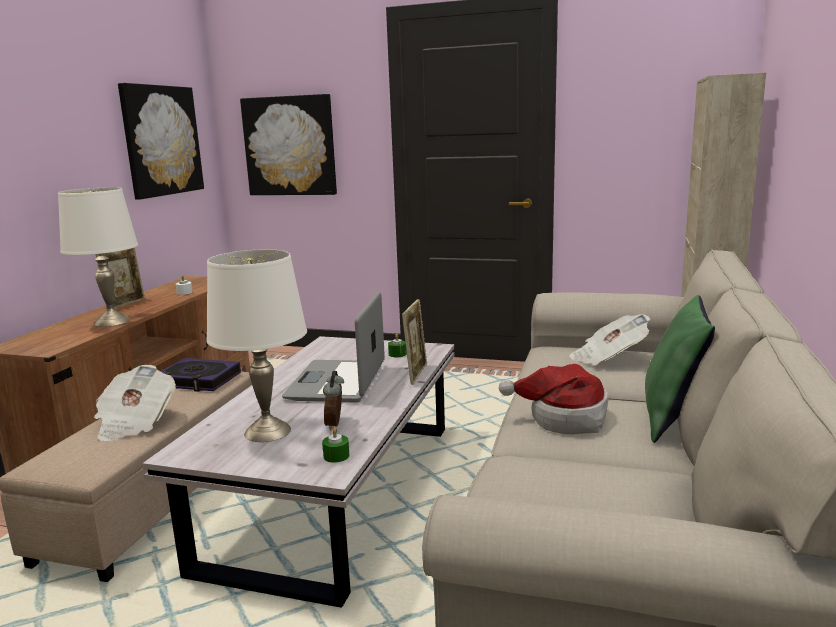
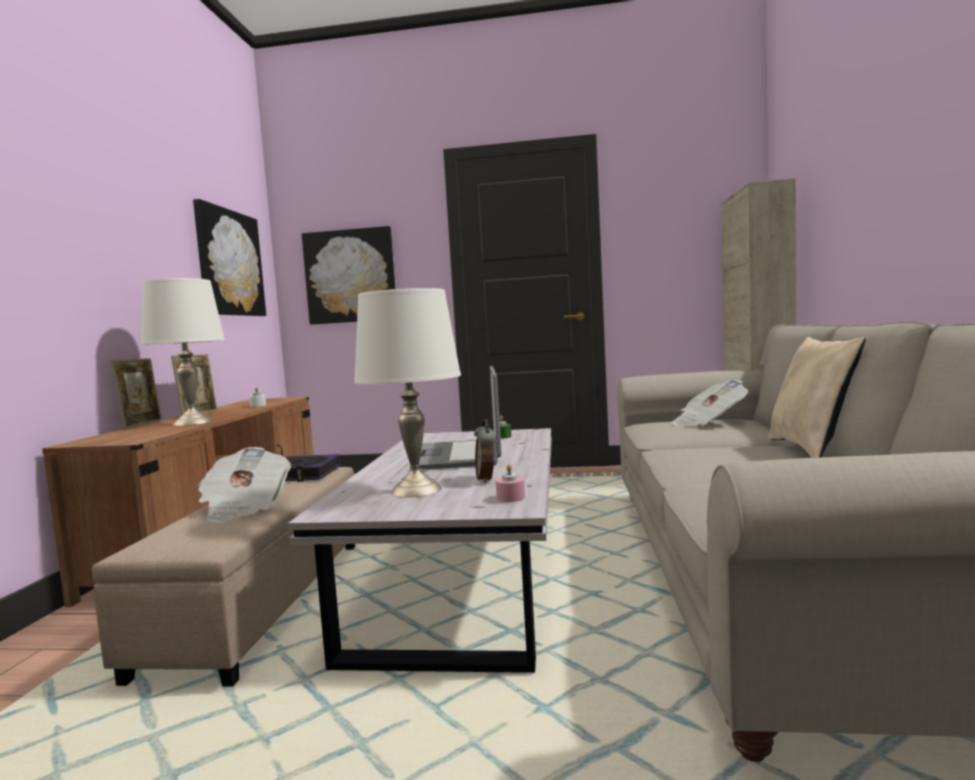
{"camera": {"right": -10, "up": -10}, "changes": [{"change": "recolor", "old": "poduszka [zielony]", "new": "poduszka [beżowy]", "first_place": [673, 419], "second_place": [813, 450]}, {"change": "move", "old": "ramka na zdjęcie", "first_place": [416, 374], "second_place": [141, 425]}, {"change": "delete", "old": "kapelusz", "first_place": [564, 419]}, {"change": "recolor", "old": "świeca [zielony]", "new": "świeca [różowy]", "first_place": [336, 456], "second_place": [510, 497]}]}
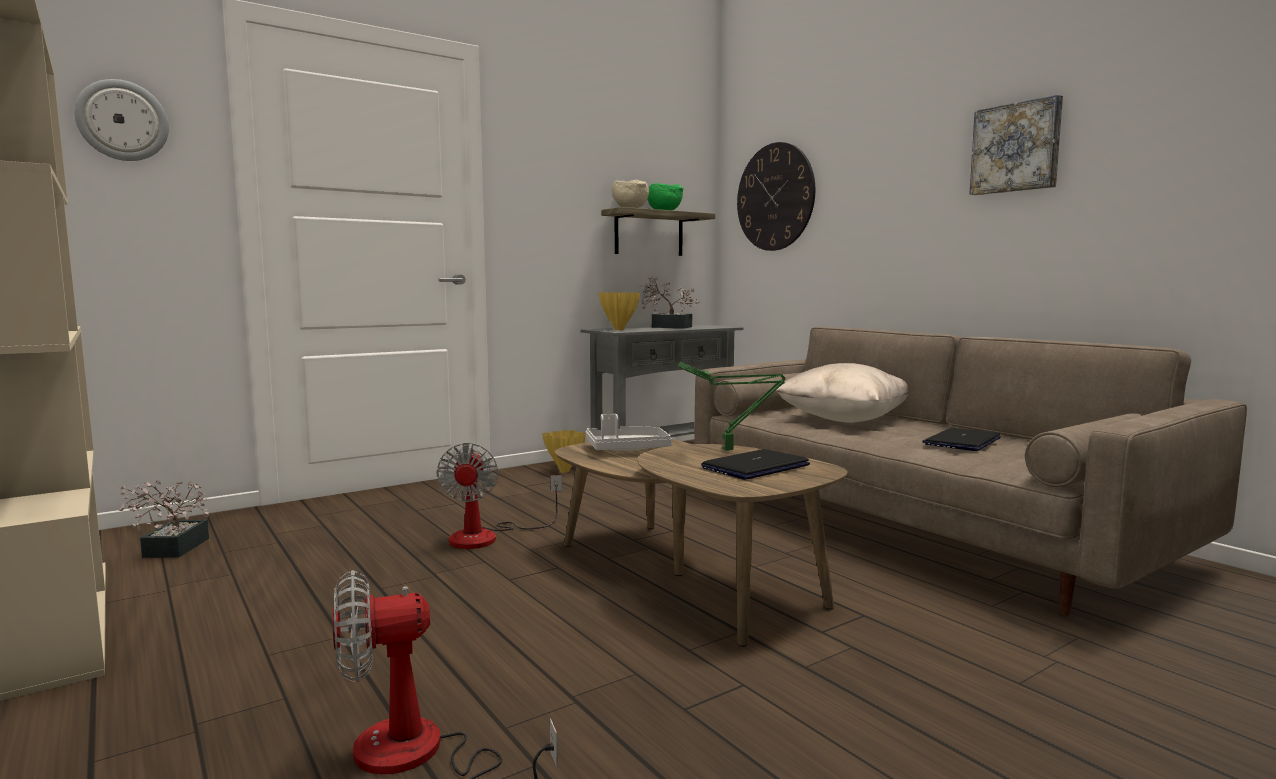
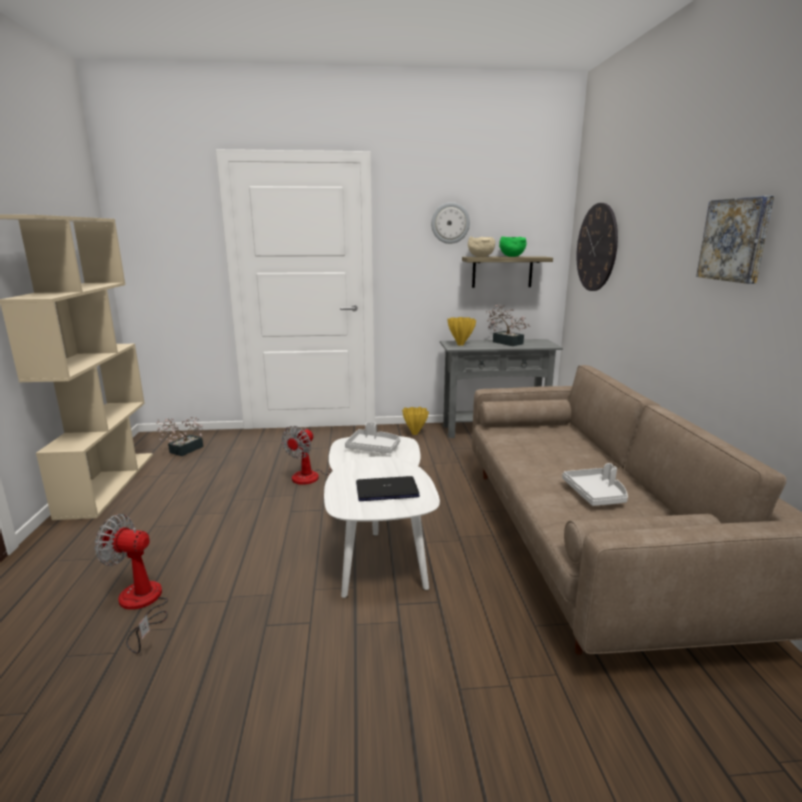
{"camera": {"right": 30, "up": 10}, "changes": [{"change": "move", "old": "zegar ścienny", "first_place": [122, 121], "second_place": [450, 223]}, {"change": "delete", "old": "lampa stołowa [zielony]", "first_place": [731, 450]}, {"change": "delete", "old": "poduszka [beżowy]", "first_place": [844, 420]}, {"change": "replace", "old": "laptop", "new": "taca [szary]", "first_place": [962, 441], "second_place": [596, 494]}, {"change": "recolor", "old": "ława [brązowy]", "new": "ława [biały]", "first_place": [685, 575], "second_place": [378, 536]}]}
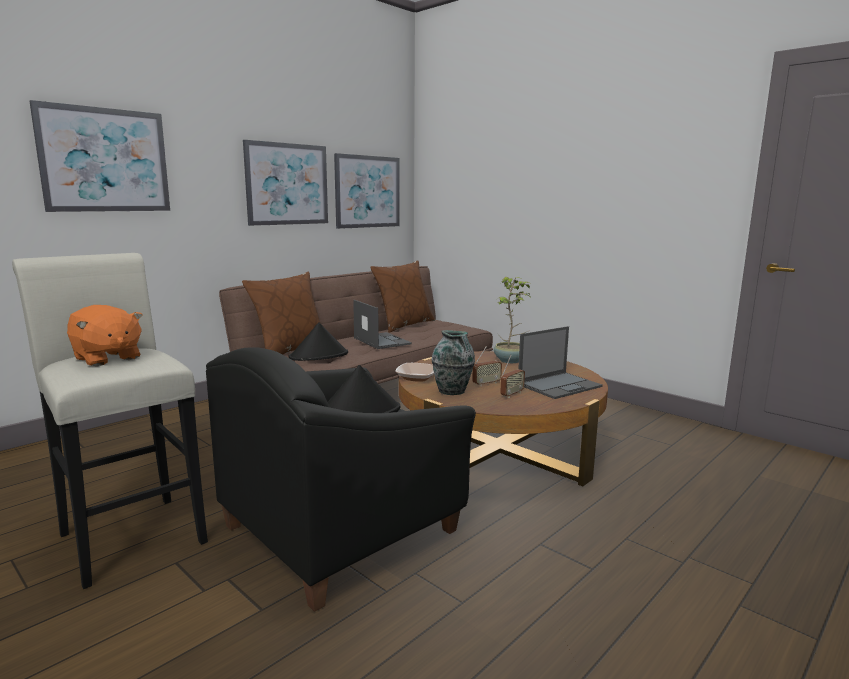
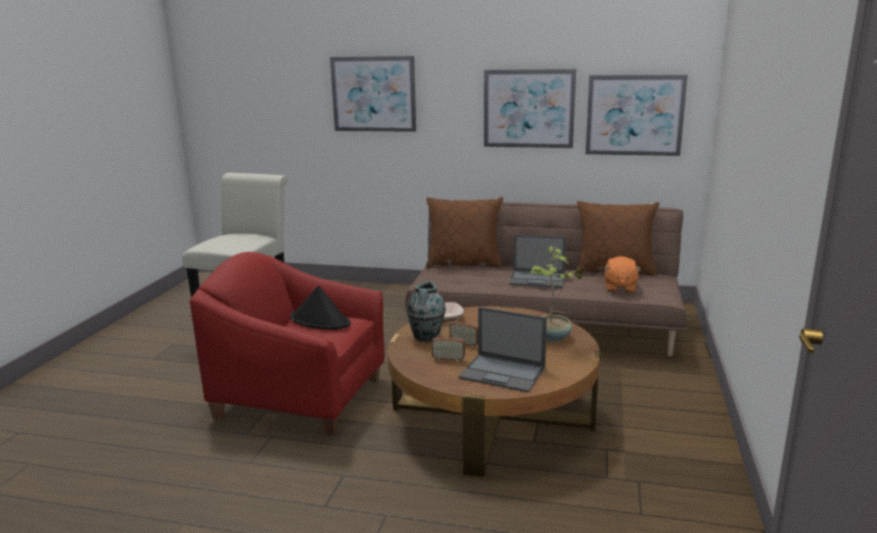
{"camera": {"right": 60, "up": 5}, "changes": [{"change": "rotate", "old": "laptop", "first_place": [381, 341], "second_place": [538, 279], "degrees": 75}, {"change": "move", "old": "pluszak [pomarańczowy]", "first_place": [106, 358], "second_place": [619, 288]}, {"change": "delete", "old": "kapelusz [czarny]", "first_place": [319, 356]}, {"change": "recolor", "old": "fotel [czarny]", "new": "fotel [czerwony]", "first_place": [343, 530], "second_place": [301, 397]}]}
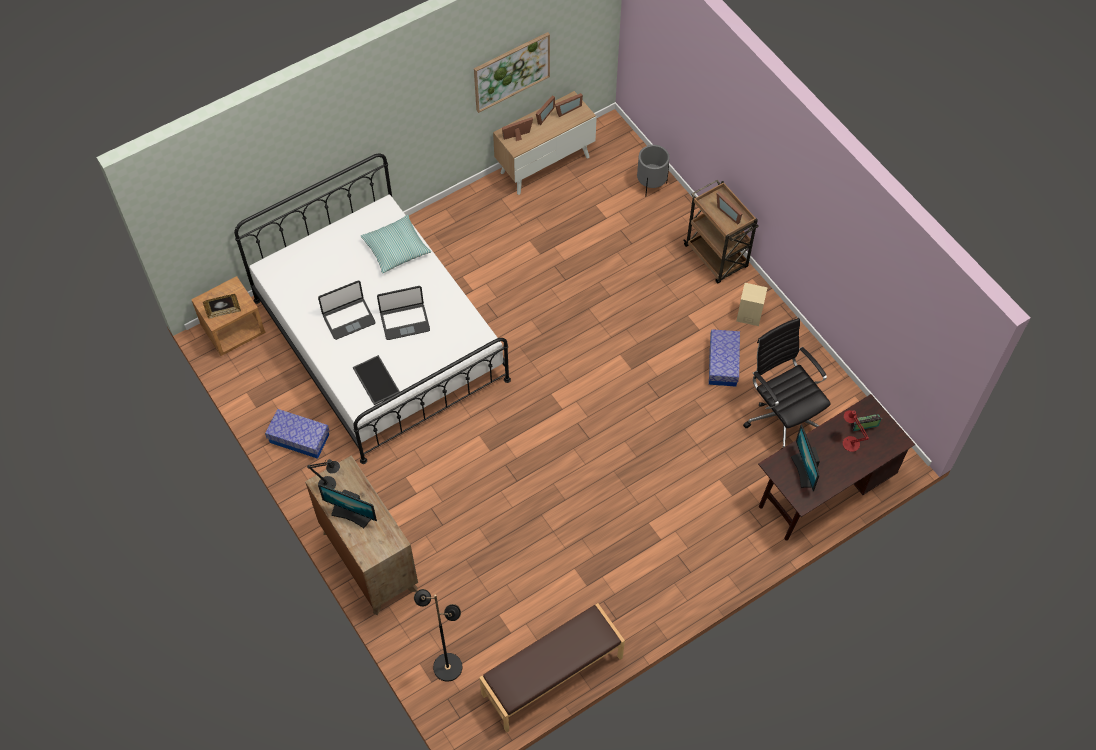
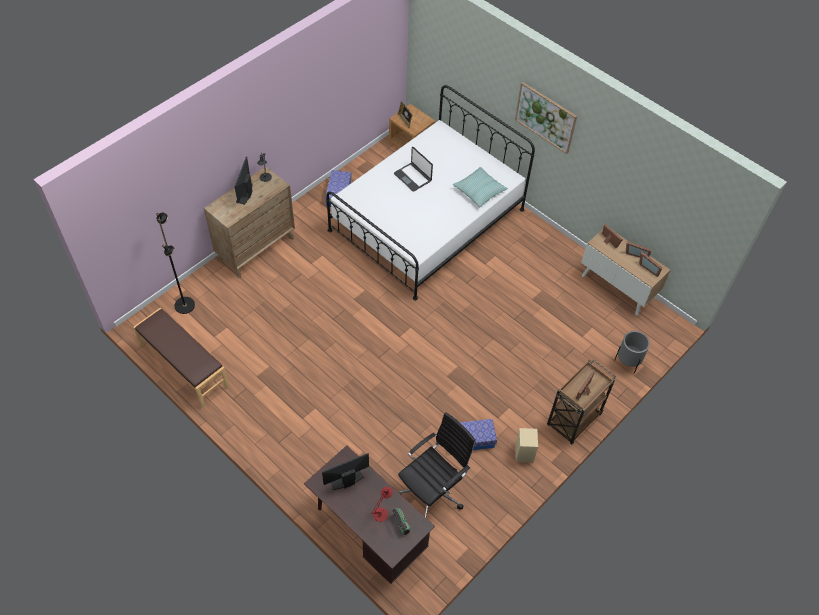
{"camera": {"right": 75, "up": -5}, "changes": [{"change": "move", "old": "obraz", "first_place": [511, 71], "second_place": [546, 117]}, {"change": "delete", "old": "laptop", "first_place": [405, 321]}, {"change": "delete", "old": "taca", "first_place": [375, 380]}]}
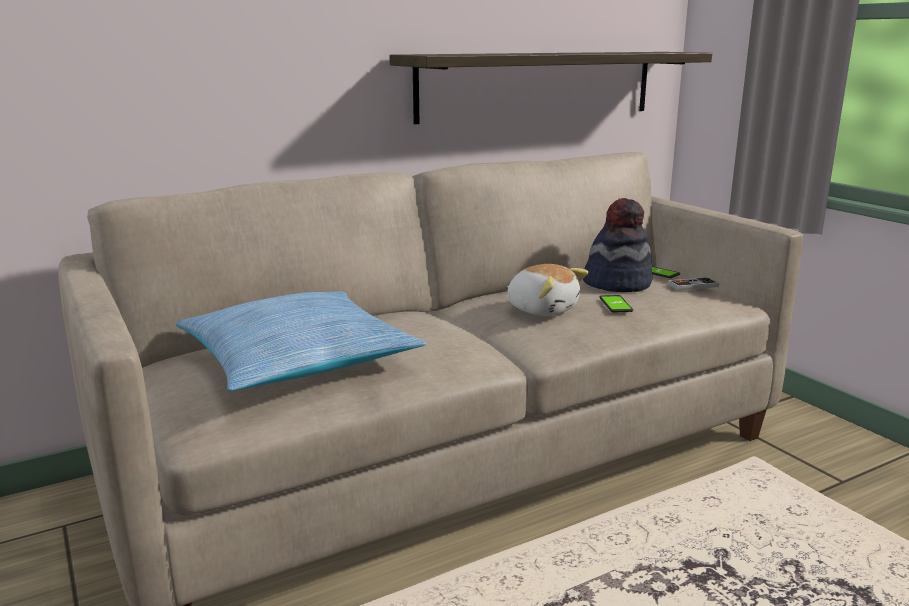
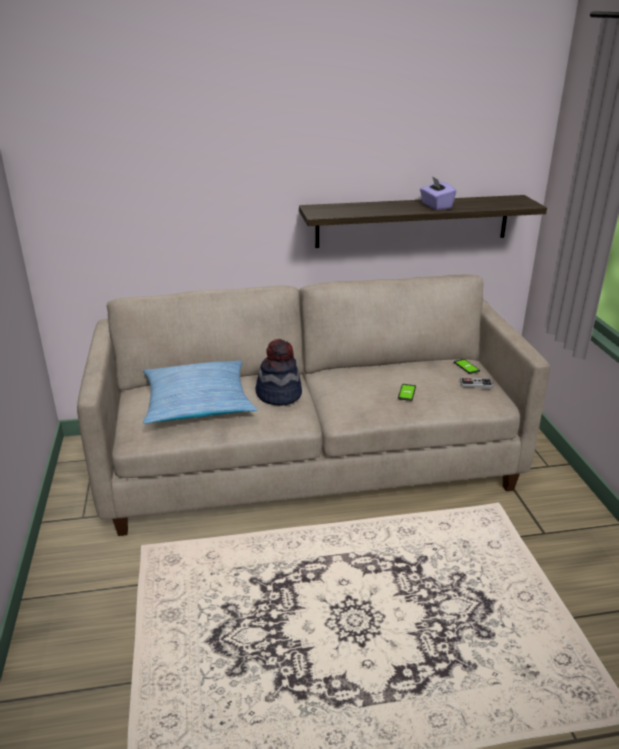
{"camera": {"right": 20, "up": 10}, "changes": [{"change": "move", "old": "kapelusz", "first_place": [617, 283], "second_place": [279, 394]}, {"change": "delete", "old": "pluszak", "first_place": [542, 309]}, {"change": "insert", "new": "pudełko chusteczek [fioletowy]", "second_place": [436, 206]}]}
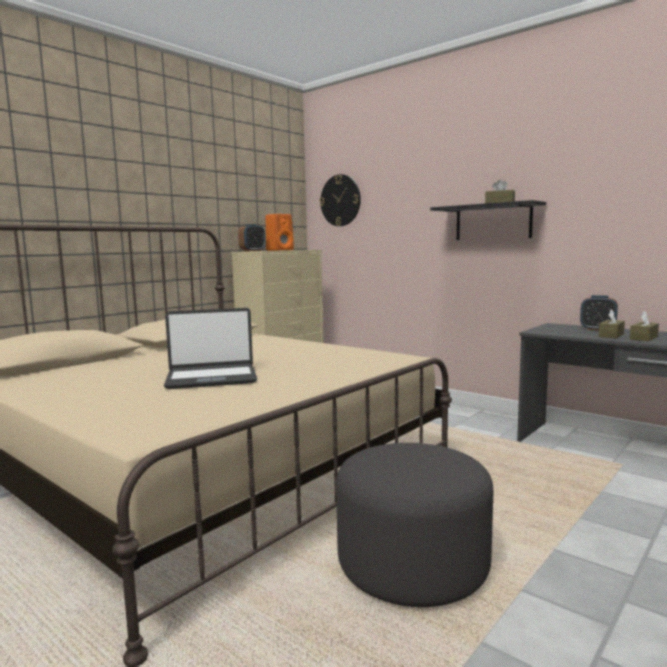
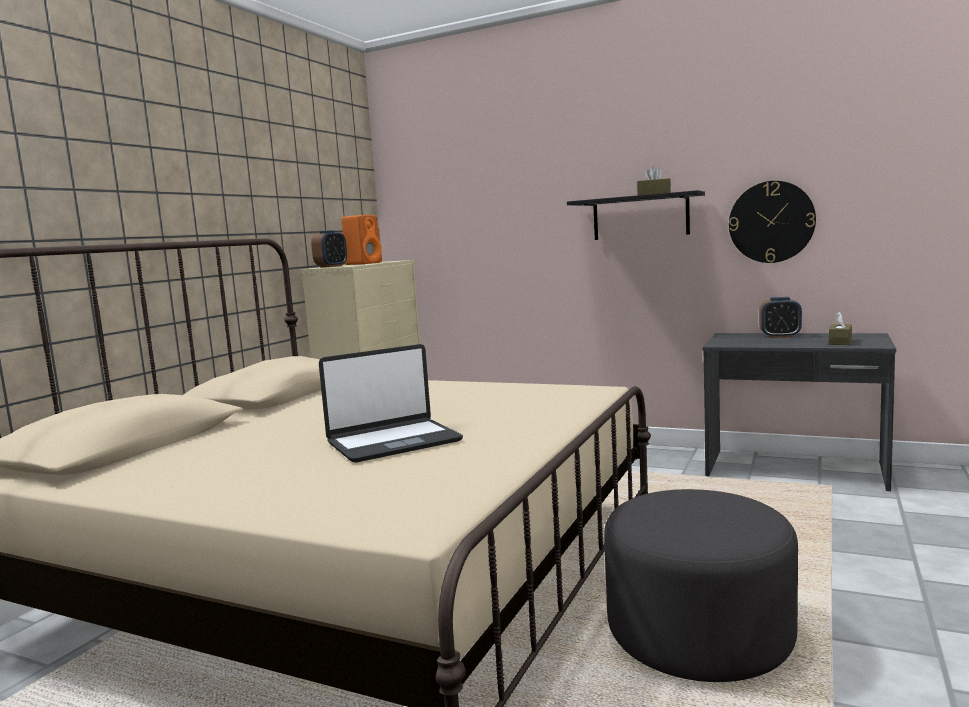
{"camera": {"right": -15, "up": 0}, "changes": [{"change": "move", "old": "zegar ścienny", "first_place": [340, 200], "second_place": [771, 222]}, {"change": "delete", "old": "pudełko chusteczek [brązowy]", "first_place": [611, 335]}]}
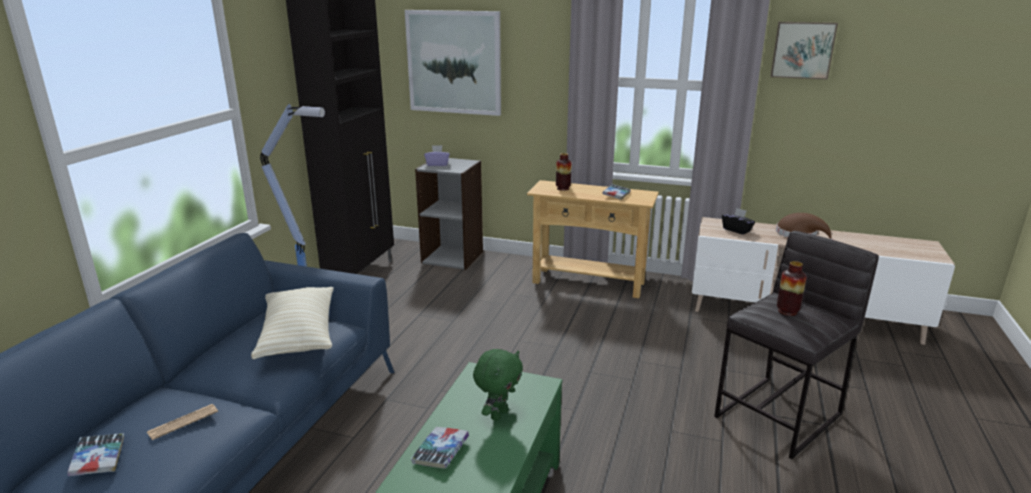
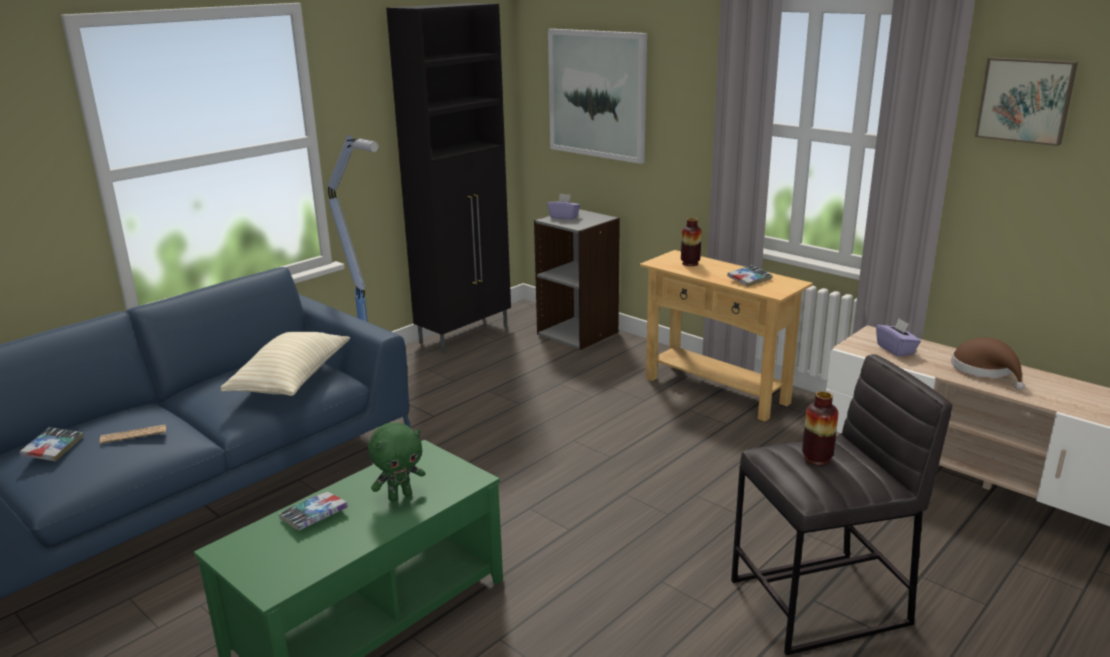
{"camera": {"right": 25, "up": 0}, "changes": [{"change": "recolor", "old": "pudełko chusteczek [czarny]", "new": "pudełko chusteczek [fioletowy]", "first_place": [736, 230], "second_place": [896, 349]}]}
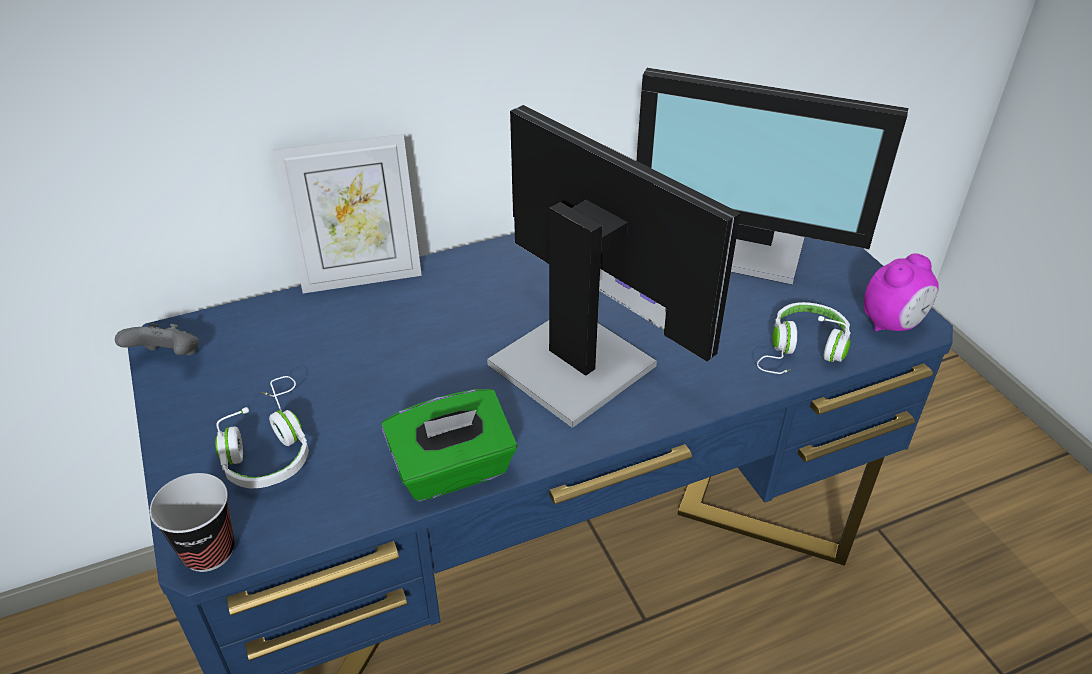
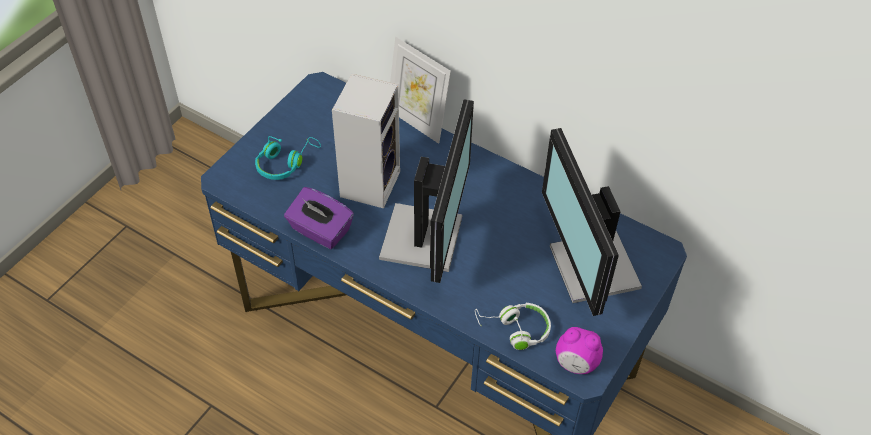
{"camera": {"right": 55, "up": 10}, "changes": [{"change": "delete", "old": "pad do gier [szary]", "first_place": [168, 358]}, {"change": "recolor", "old": "słuchawki [biały]", "new": "słuchawki [turkusowy]", "first_place": [268, 448], "second_place": [285, 162]}, {"change": "recolor", "old": "pudełko chusteczek [zielony]", "new": "pudełko chusteczek [fioletowy]", "first_place": [453, 470], "second_place": [320, 231]}, {"change": "delete", "old": "filiżanka", "first_place": [208, 551]}, {"change": "insert", "new": "głośnik", "second_place": [370, 182]}]}
